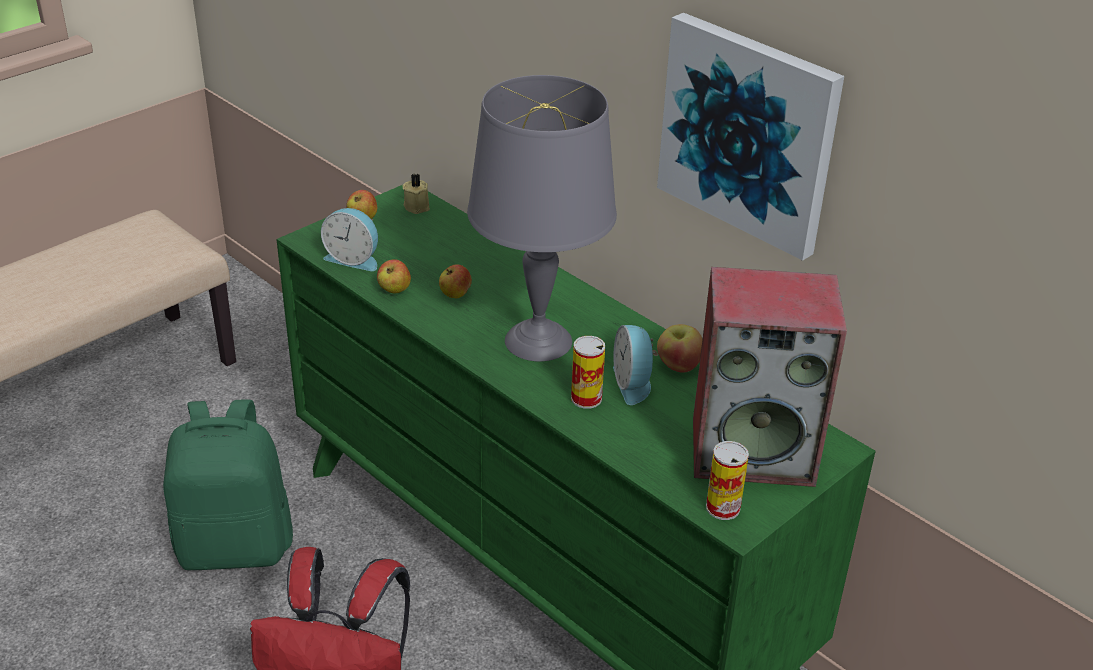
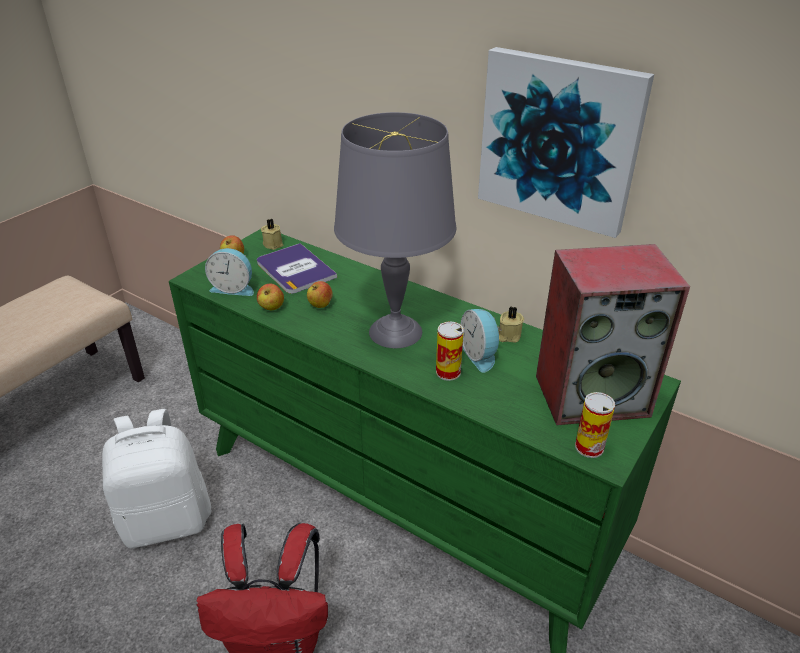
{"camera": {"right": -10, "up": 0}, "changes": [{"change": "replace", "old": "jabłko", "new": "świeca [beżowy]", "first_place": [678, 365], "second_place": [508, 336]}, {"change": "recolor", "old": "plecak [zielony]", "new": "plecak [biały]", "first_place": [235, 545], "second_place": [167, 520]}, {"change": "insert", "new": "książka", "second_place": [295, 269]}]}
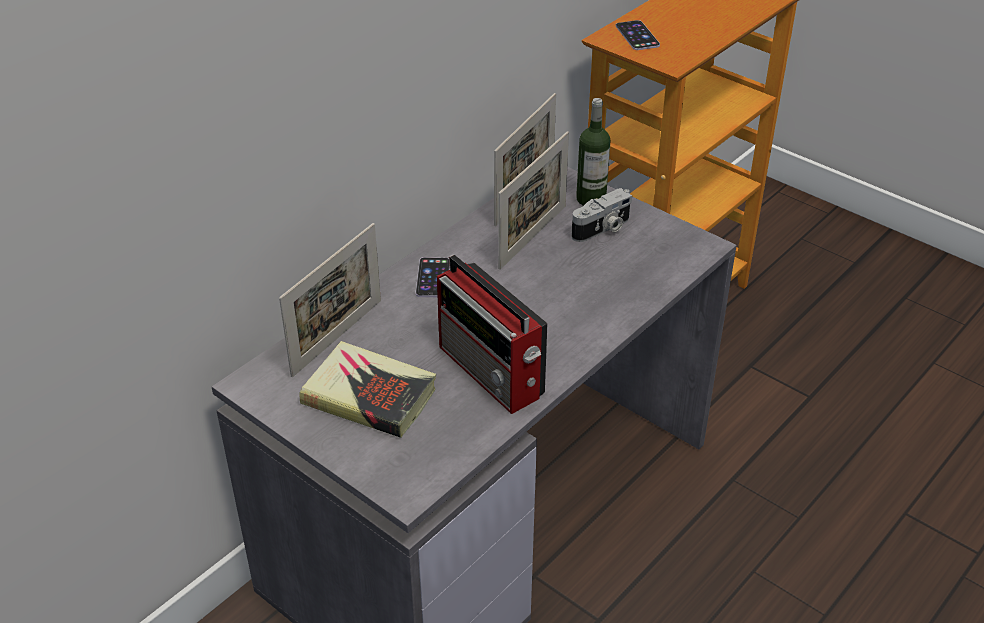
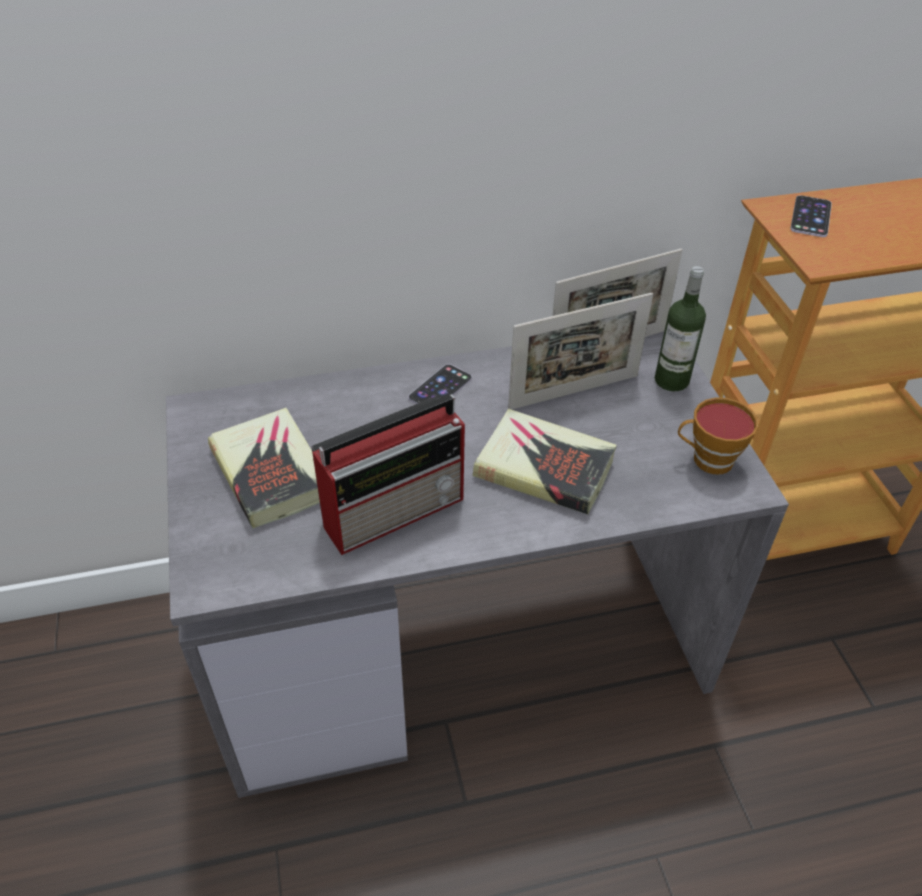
{"camera": {"right": 35, "up": 5}, "changes": [{"change": "delete", "old": "aparat fotograficzny", "first_place": [602, 229]}, {"change": "delete", "old": "ramka na zdjęcie", "first_place": [337, 337]}, {"change": "rotate", "old": "radio", "first_place": [492, 373], "second_place": [396, 510], "degrees": -120}, {"change": "insert", "new": "filiżanka", "second_place": [708, 460]}, {"change": "insert", "new": "książka", "second_place": [544, 468]}]}
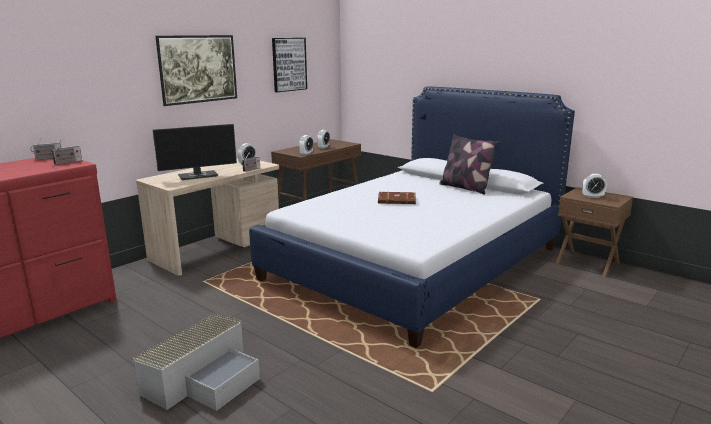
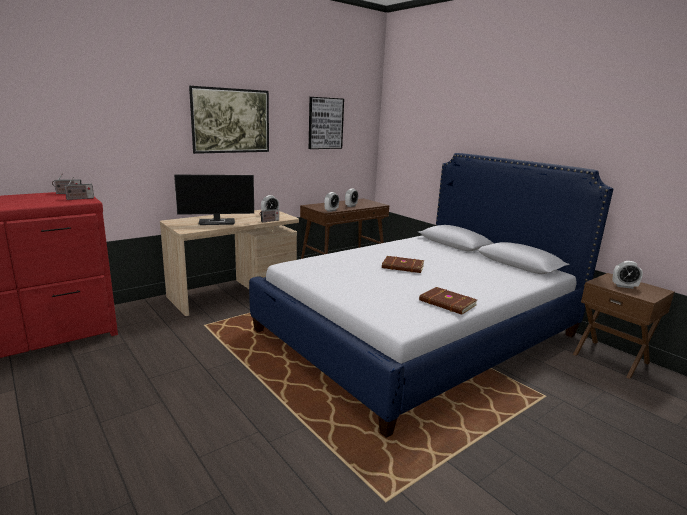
{"camera": {"right": 10, "up": 0}, "changes": [{"change": "delete", "old": "poduszka", "first_place": [465, 188]}, {"change": "delete", "old": "pojemnik do przechowywania [szary]", "first_place": [204, 378]}, {"change": "insert", "new": "książka [brązowy]", "second_place": [447, 303]}]}
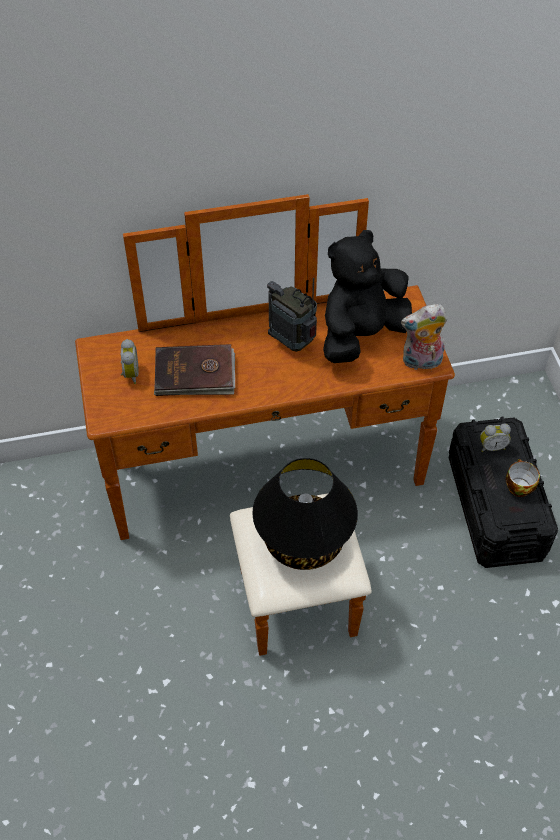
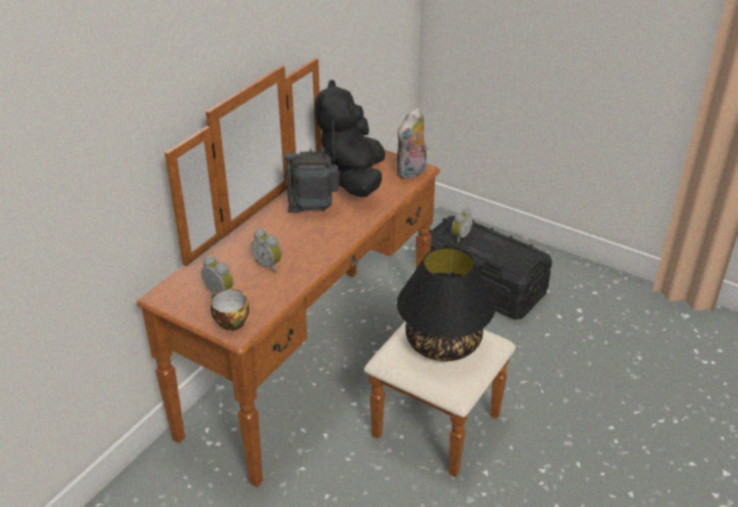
{"camera": {"right": -45, "up": -15}, "changes": [{"change": "replace", "old": "książka [brązowy]", "new": "budzik", "first_place": [195, 374], "second_place": [269, 264]}, {"change": "move", "old": "filiżanka", "first_place": [518, 486], "second_place": [229, 322]}]}
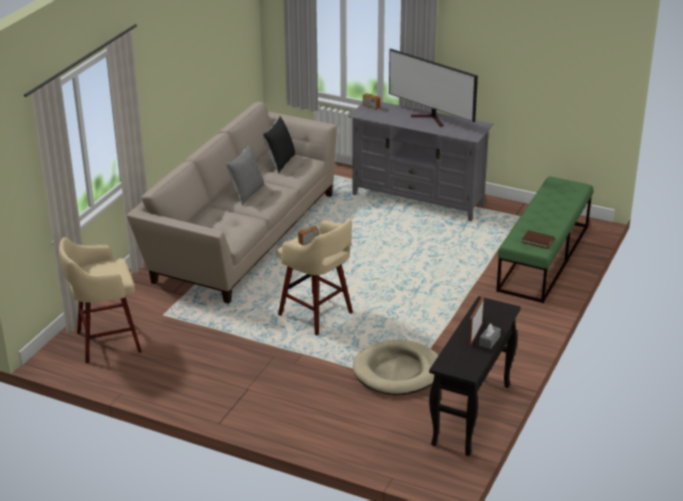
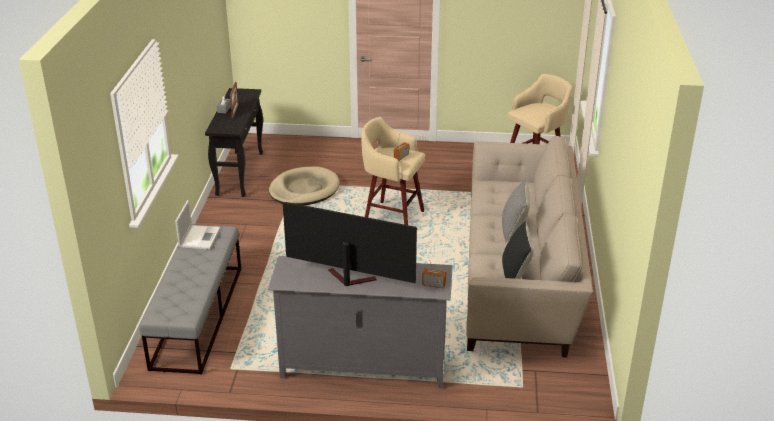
{"camera": {"right": 160, "up": 0}, "changes": [{"change": "recolor", "old": "ławka [zielony]", "new": "ławka [szary]", "first_place": [543, 258], "second_place": [198, 316]}, {"change": "replace", "old": "książka [brązowy]", "new": "laptop", "first_place": [538, 241], "second_place": [199, 237]}]}
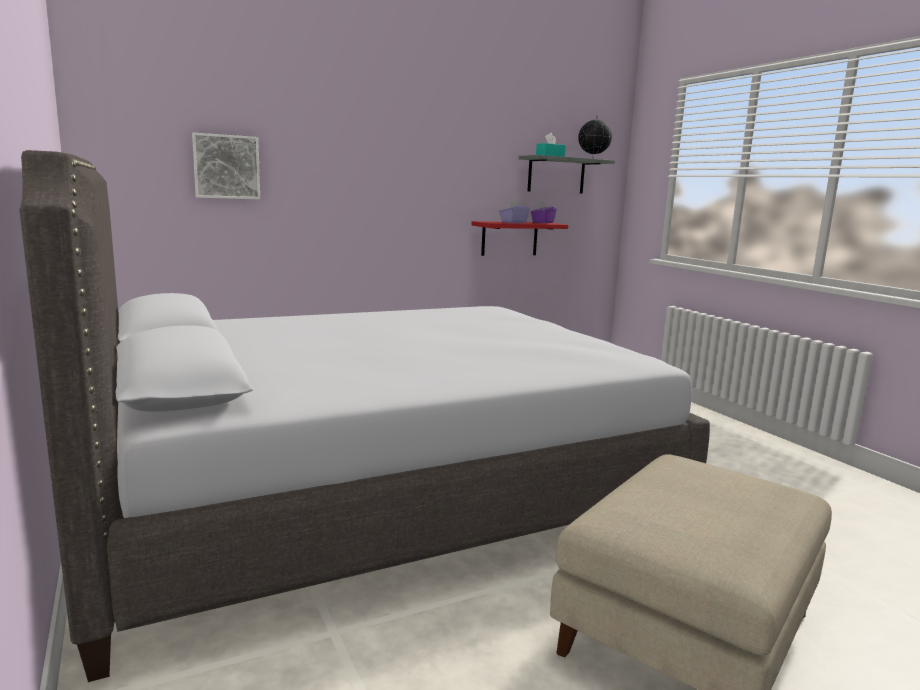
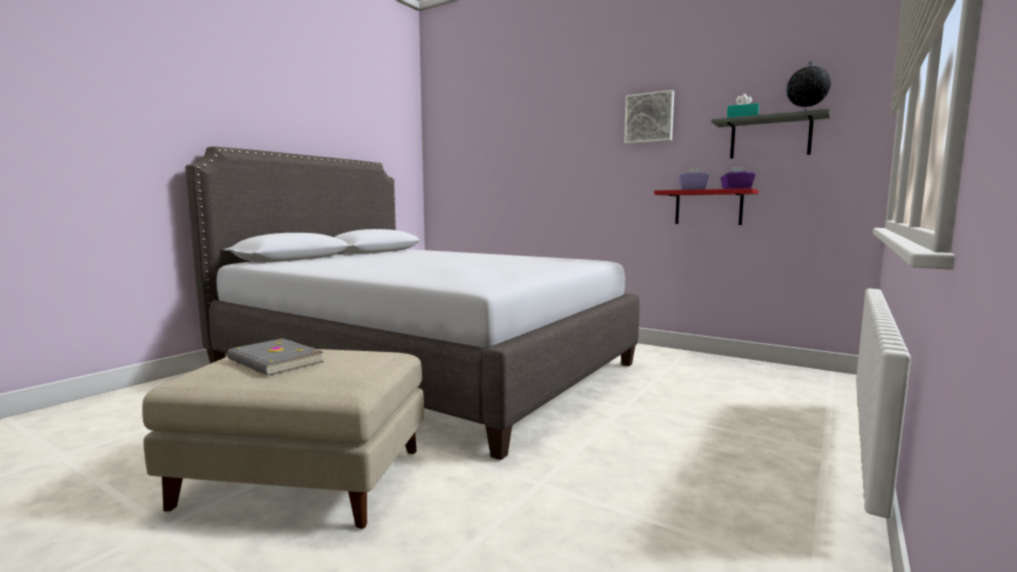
{"camera": {"right": 60, "up": -5}, "changes": [{"change": "move", "old": "obraz", "first_place": [226, 167], "second_place": [649, 118]}, {"change": "insert", "new": "książka [szary]", "second_place": [274, 361]}]}
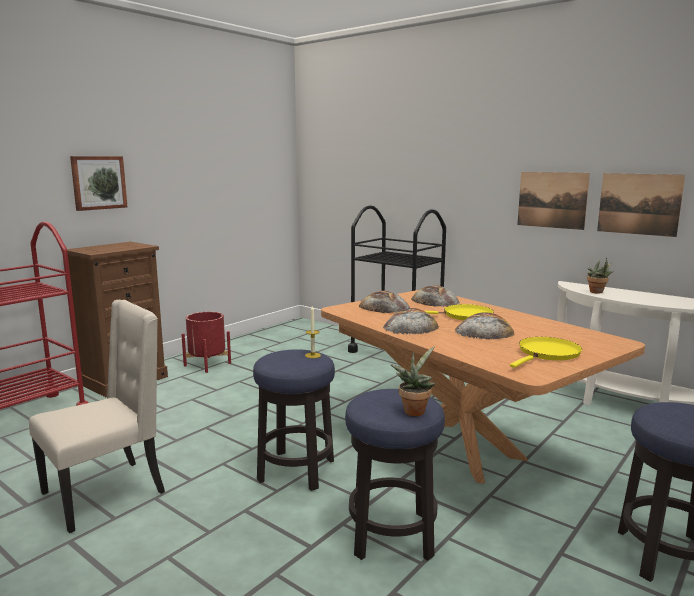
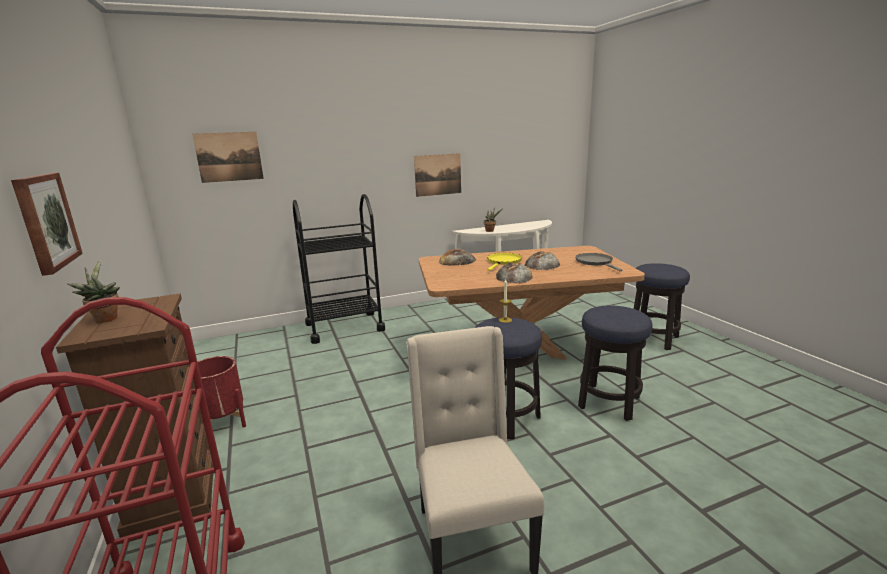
{"camera": {"right": -60, "up": 5}, "changes": [{"change": "move", "old": "obraz", "first_place": [639, 204], "second_place": [229, 157]}, {"change": "delete", "old": "chleb", "first_place": [384, 307]}, {"change": "recolor", "old": "patelnia [żółty]", "new": "patelnia [szary]", "first_place": [547, 354], "second_place": [595, 262]}, {"change": "move", "old": "roślina doniczkowa", "first_place": [414, 410], "second_place": [105, 318]}]}
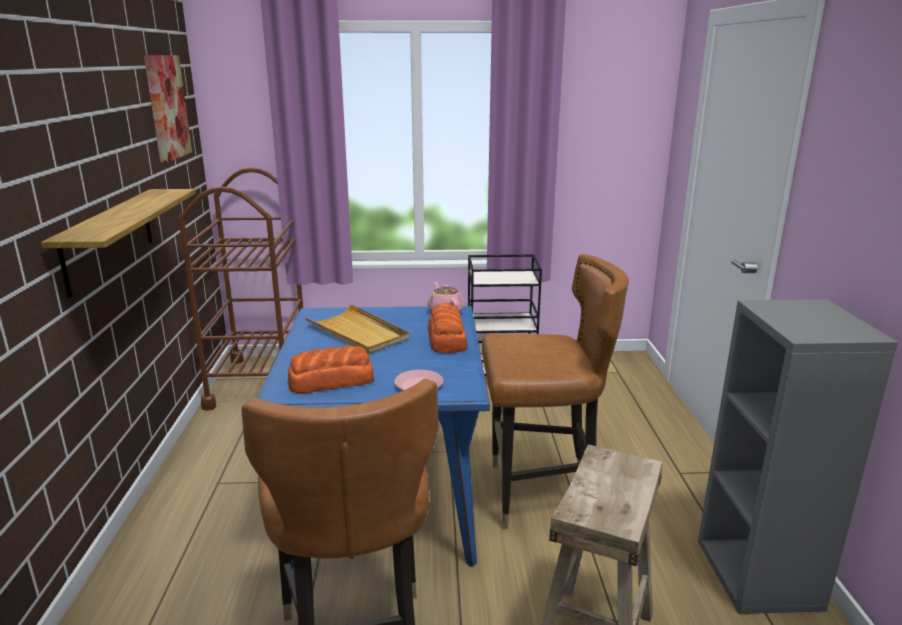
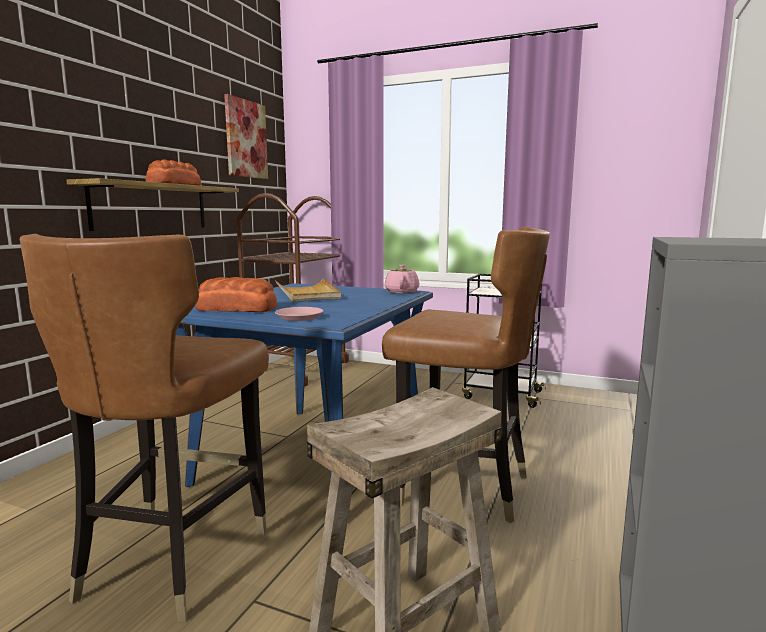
{"camera": {"right": 25, "up": -10}, "changes": [{"change": "move", "old": "chleb", "first_place": [446, 338], "second_place": [174, 184]}]}
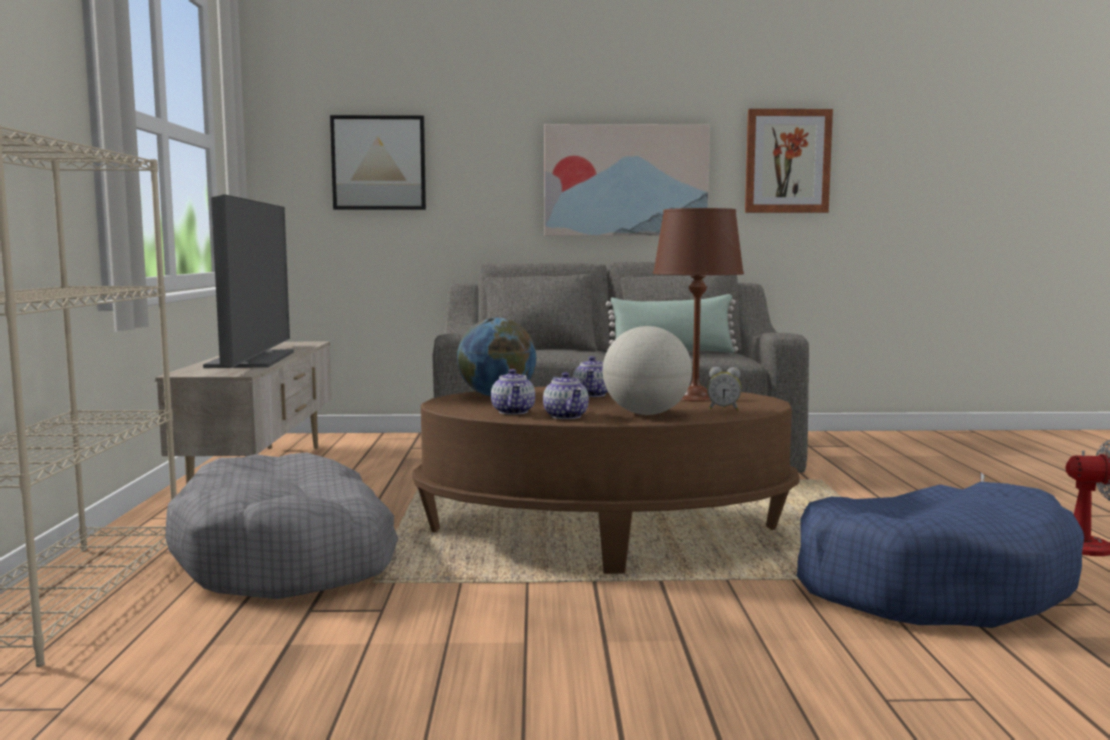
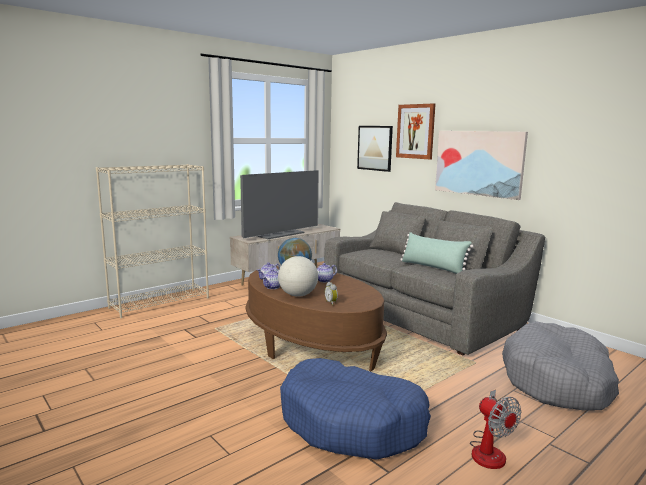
{"camera": {"right": 50, "up": 5}, "changes": [{"change": "move", "old": "obraz", "first_place": [787, 161], "second_place": [415, 131]}, {"change": "delete", "old": "lampa stołowa [brązowy]", "first_place": [696, 398]}, {"change": "move", "old": "legowisko [szary]", "first_place": [288, 557], "second_place": [557, 381]}]}
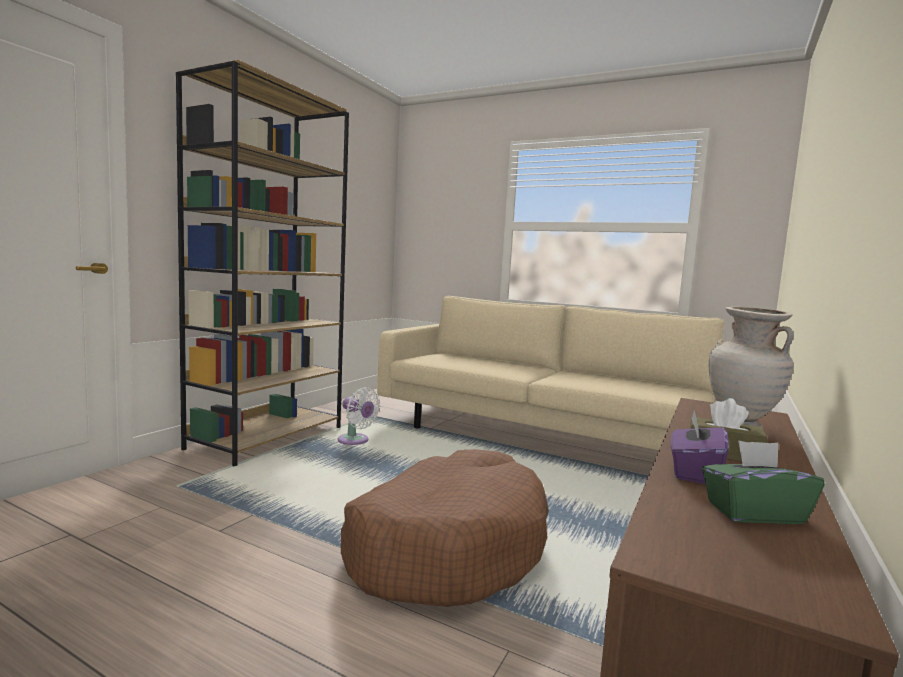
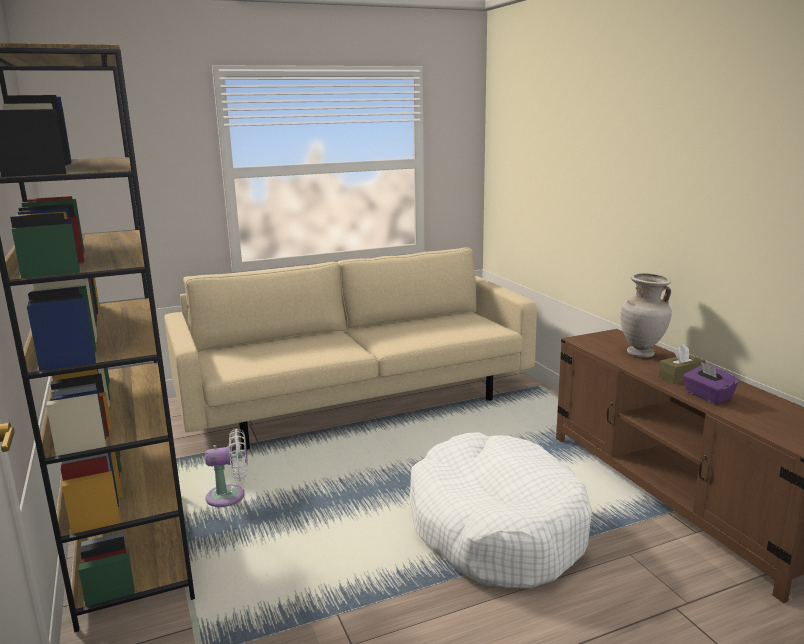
{"camera": {"right": -50, "up": 10}, "changes": [{"change": "delete", "old": "pudełko chusteczek [zielony]", "first_place": [754, 513]}, {"change": "recolor", "old": "legowisko [brązowy]", "new": "legowisko [biały]", "first_place": [446, 546], "second_place": [495, 527]}]}
